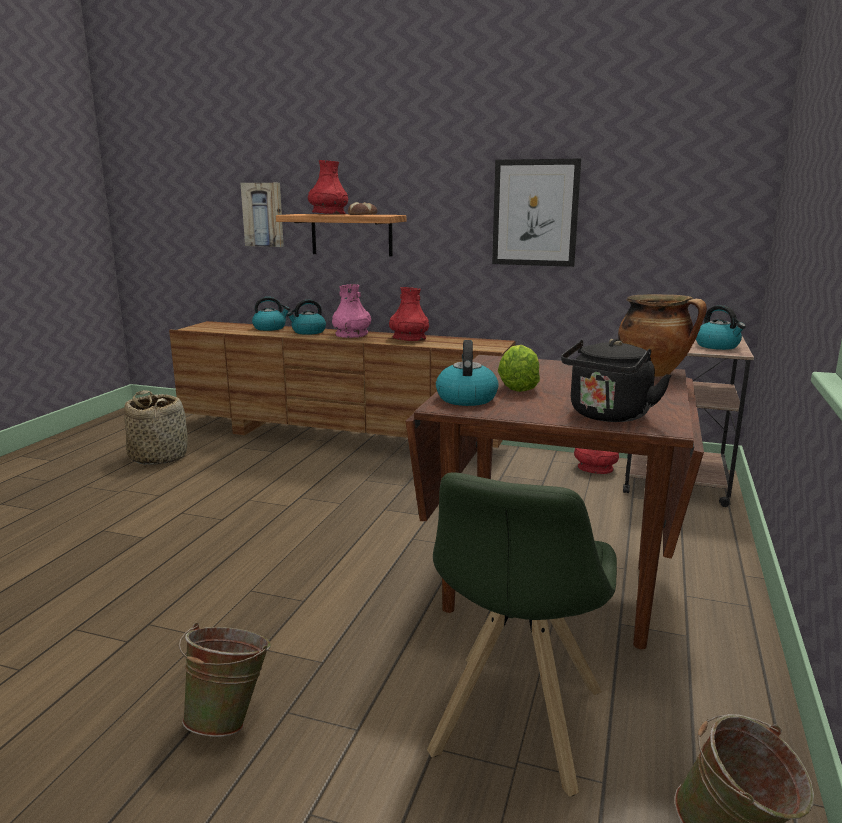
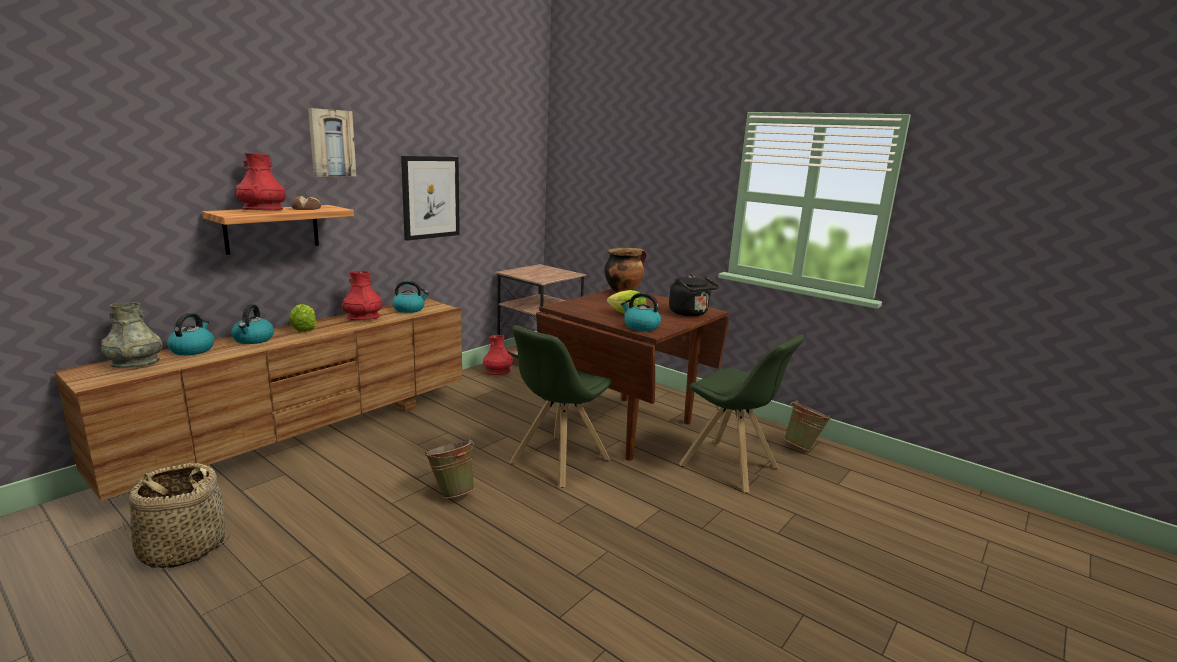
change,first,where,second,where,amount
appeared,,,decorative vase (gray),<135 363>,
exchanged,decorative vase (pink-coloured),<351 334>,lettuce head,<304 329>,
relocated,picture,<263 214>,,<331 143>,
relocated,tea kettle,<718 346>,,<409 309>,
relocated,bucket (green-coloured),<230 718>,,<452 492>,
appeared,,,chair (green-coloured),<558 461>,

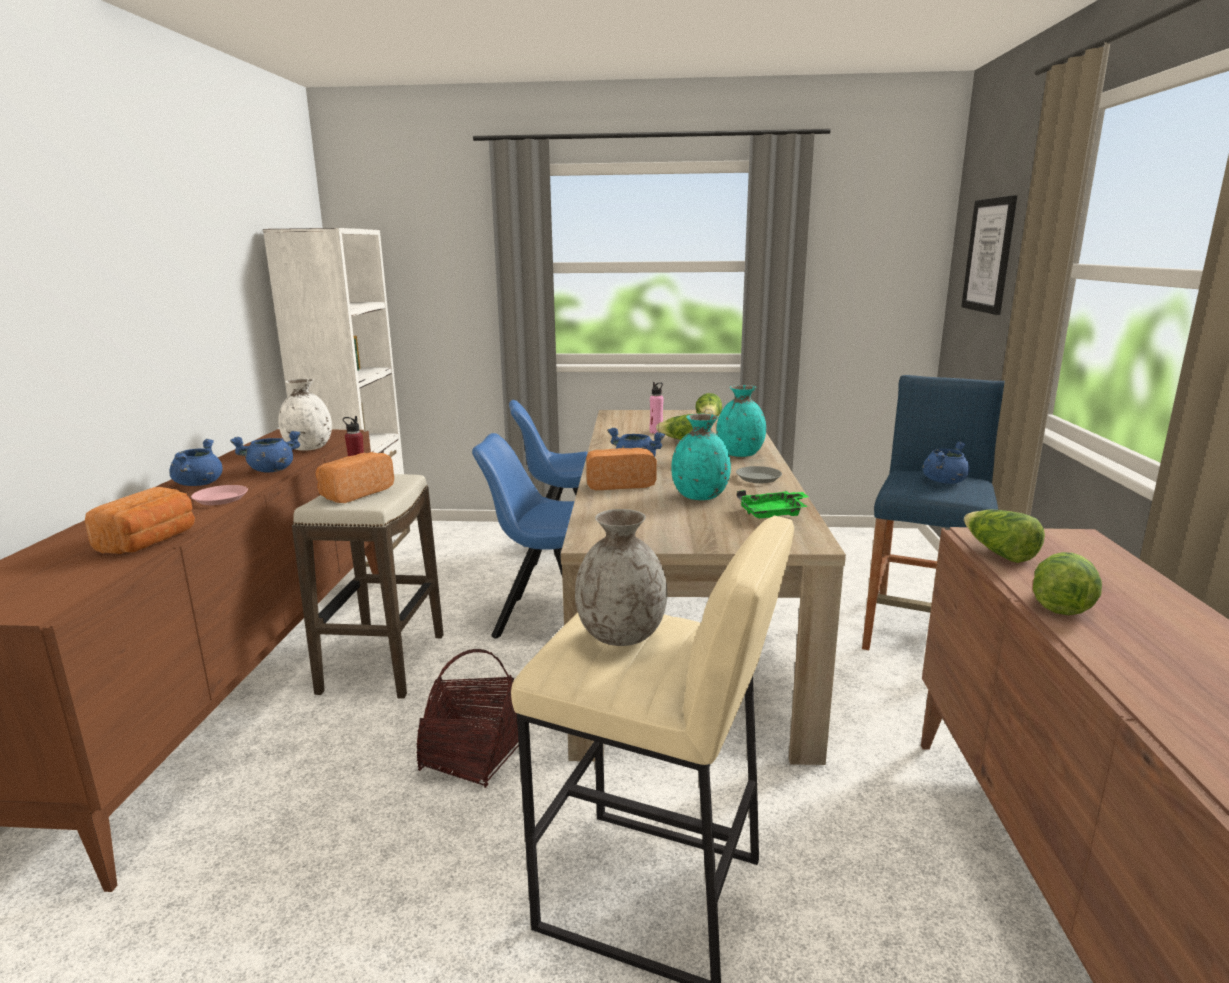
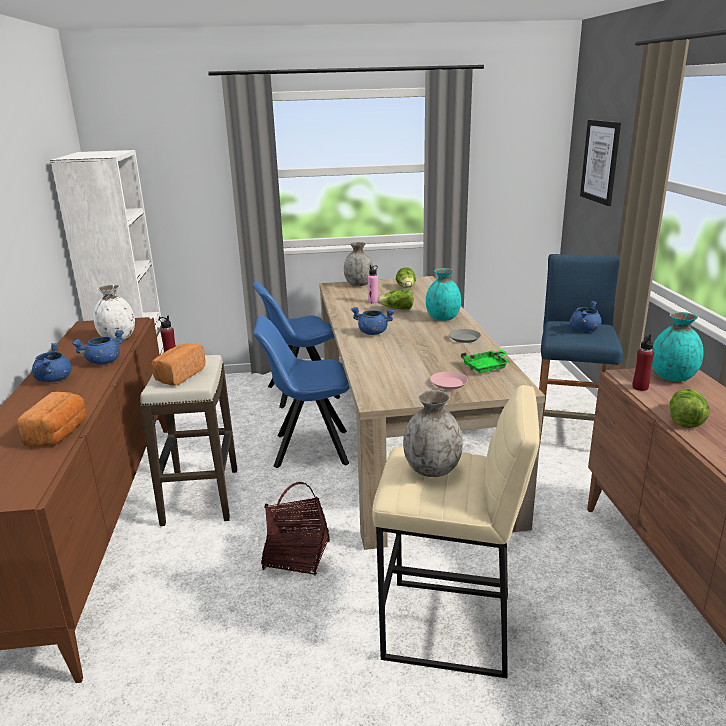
change,first,where,second,where,amount
appeared,,,decorative vase (gray),<358 284>,
relocated,plate (pink-coloured),<221 499>,,<449 383>,
exchanged,lettuce head,<998 553>,drink bottle (reddish),<640 387>,
relocated,decorative vase (turquoise),<700 496>,,<672 377>,
missing,bakery bread,<619 484>,,,

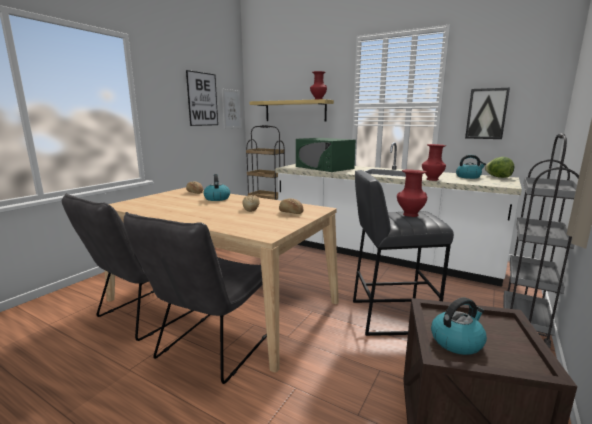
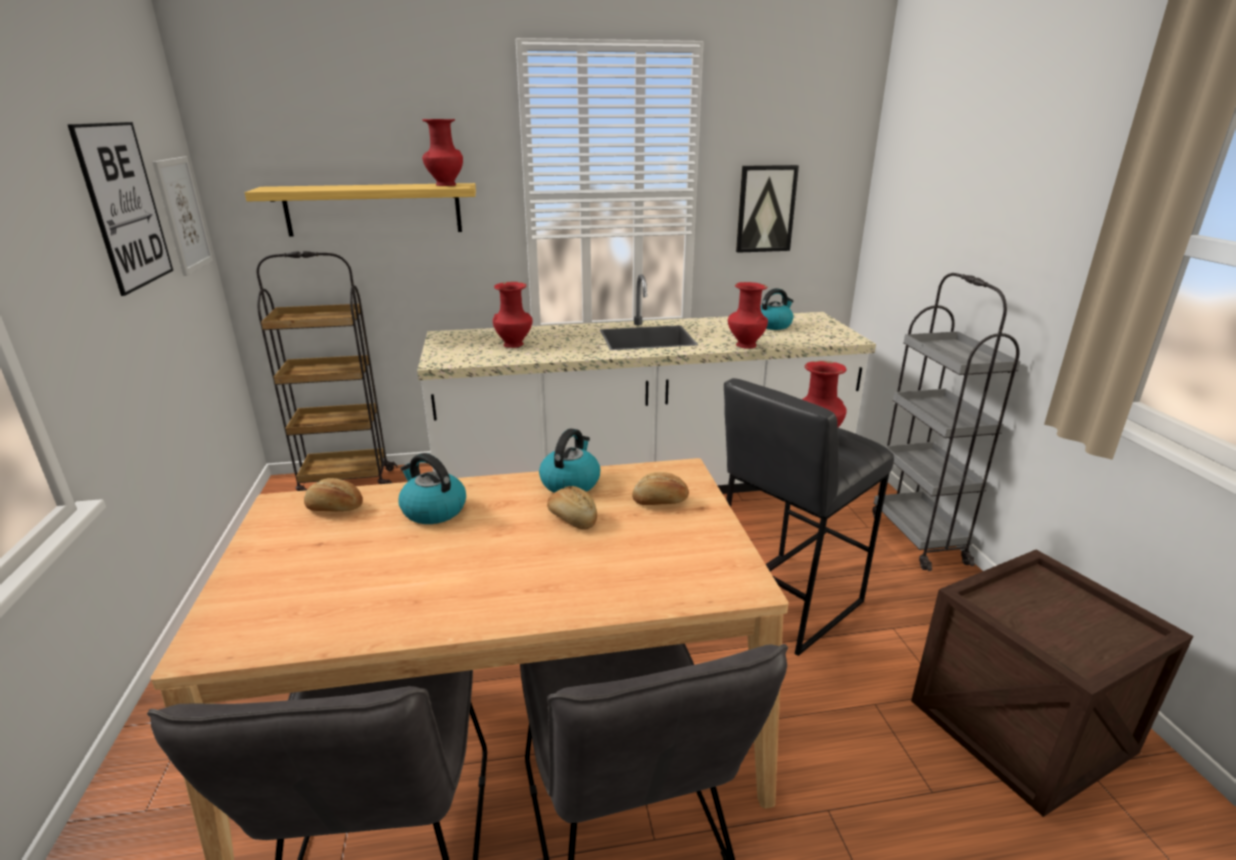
change,first,where,second,where,amount
exchanged,microwave (green-coloured),<324 167>,decorative vase (reddish),<514 345>,
relocated,tea kettle,<457 341>,,<570 482>,
missing,lettuce head,<498 177>,,,

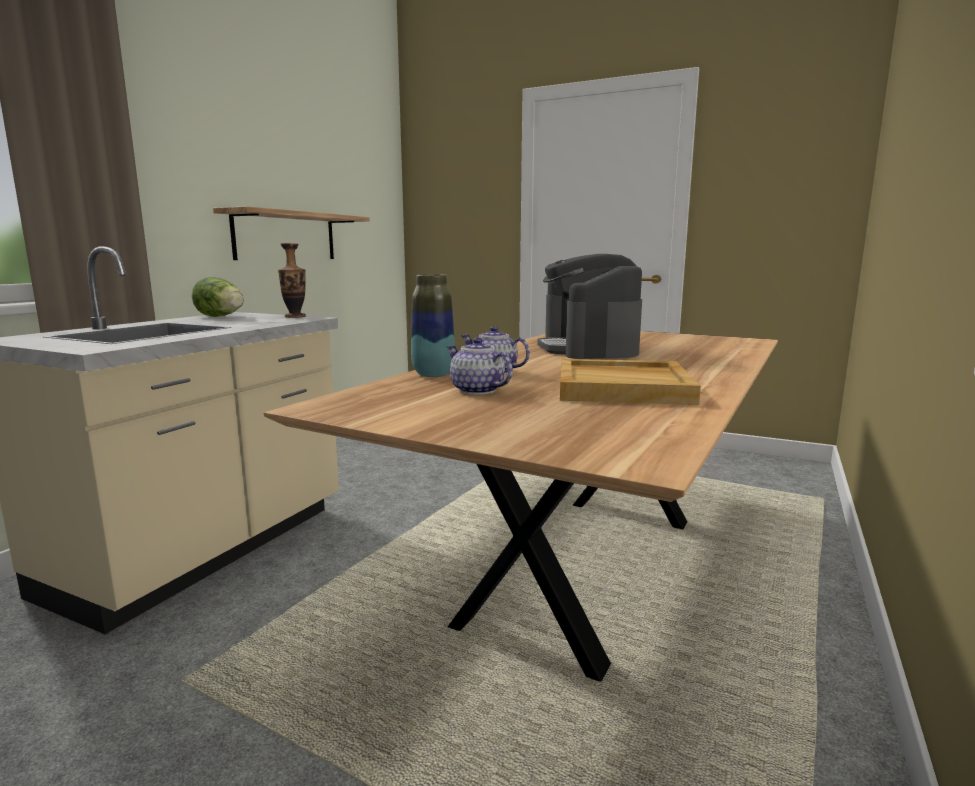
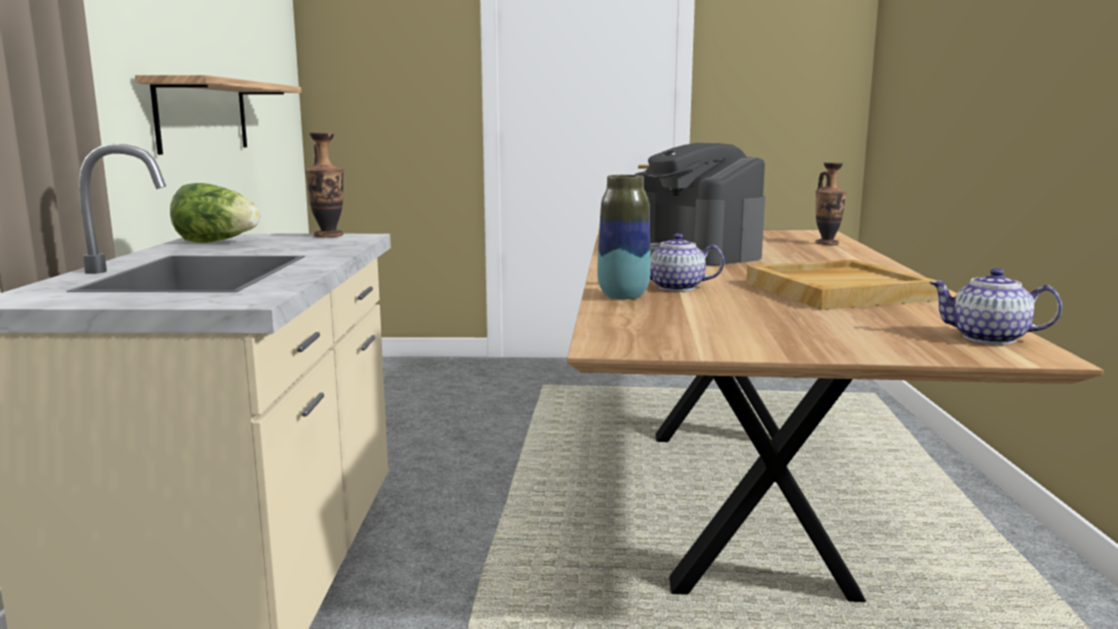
change,first,where,second,where,amount
appeared,,,decorative vase,<827 243>,
relocated,tea pot,<477 390>,,<989 338>,

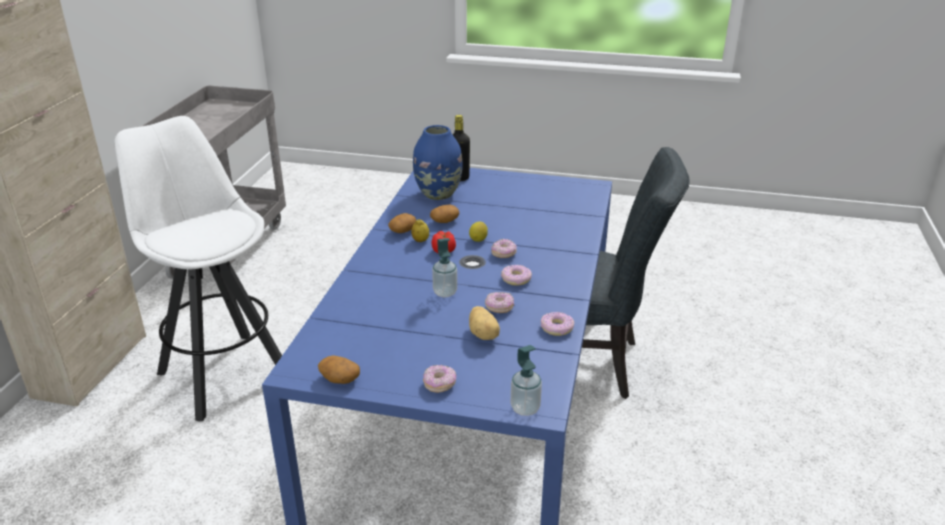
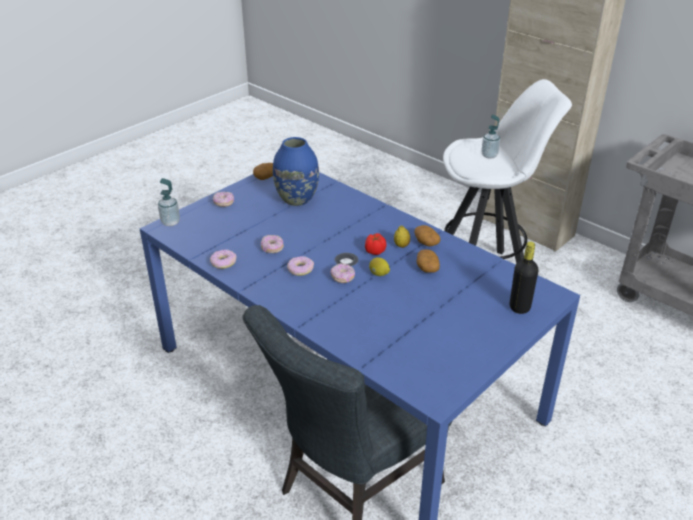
change,first,where,second,where,amount
relocated,decorative vase (bluish),<438 194>,,<296 199>,
relocated,soap bottle,<445 292>,,<489 155>,
missing,potato,<484 334>,,,

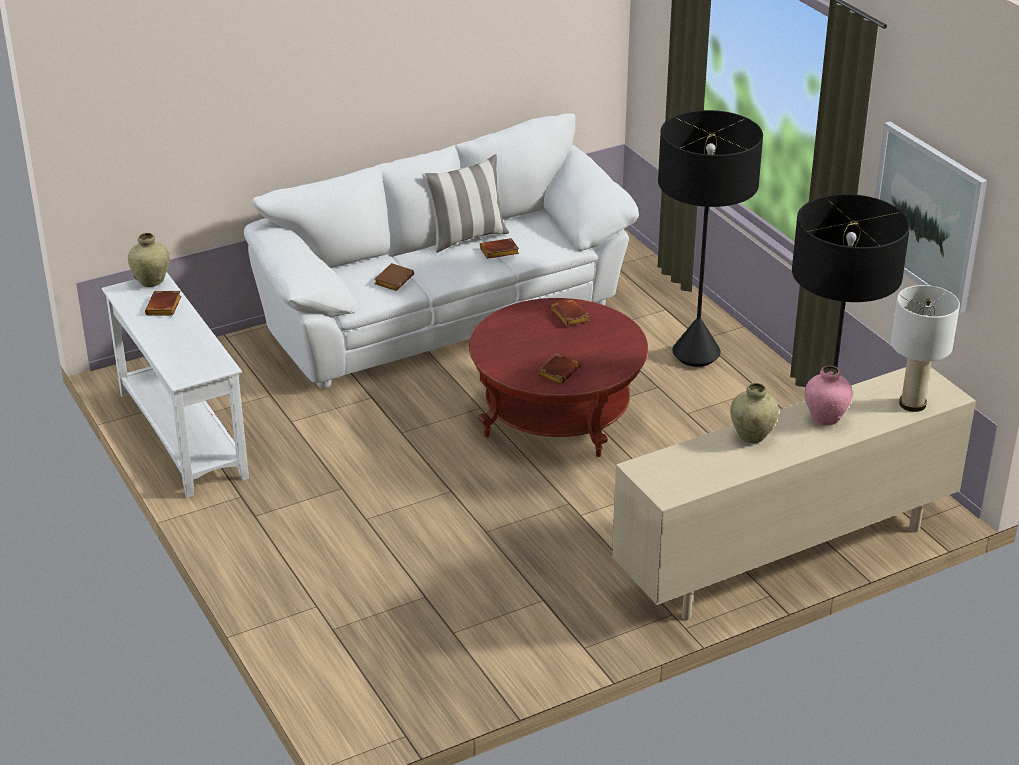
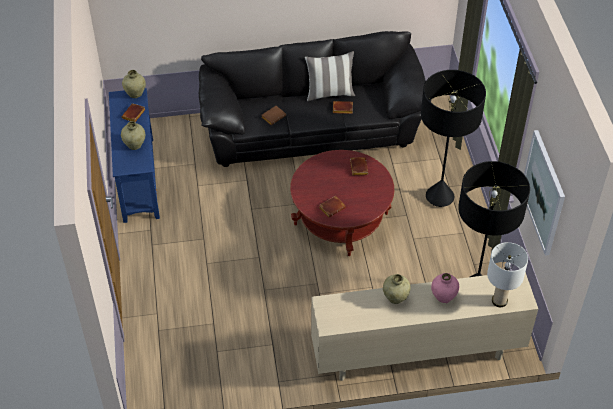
change,first,where,second,where,amount
colour,hall table (white-coloured),<181 435>,hall table (bluish),<138 179>,
appeared,,,decorative vase (beige-coloured),<134 145>,
colour,couch (white-coloured),<446 319>,couch (black),<312 133>,

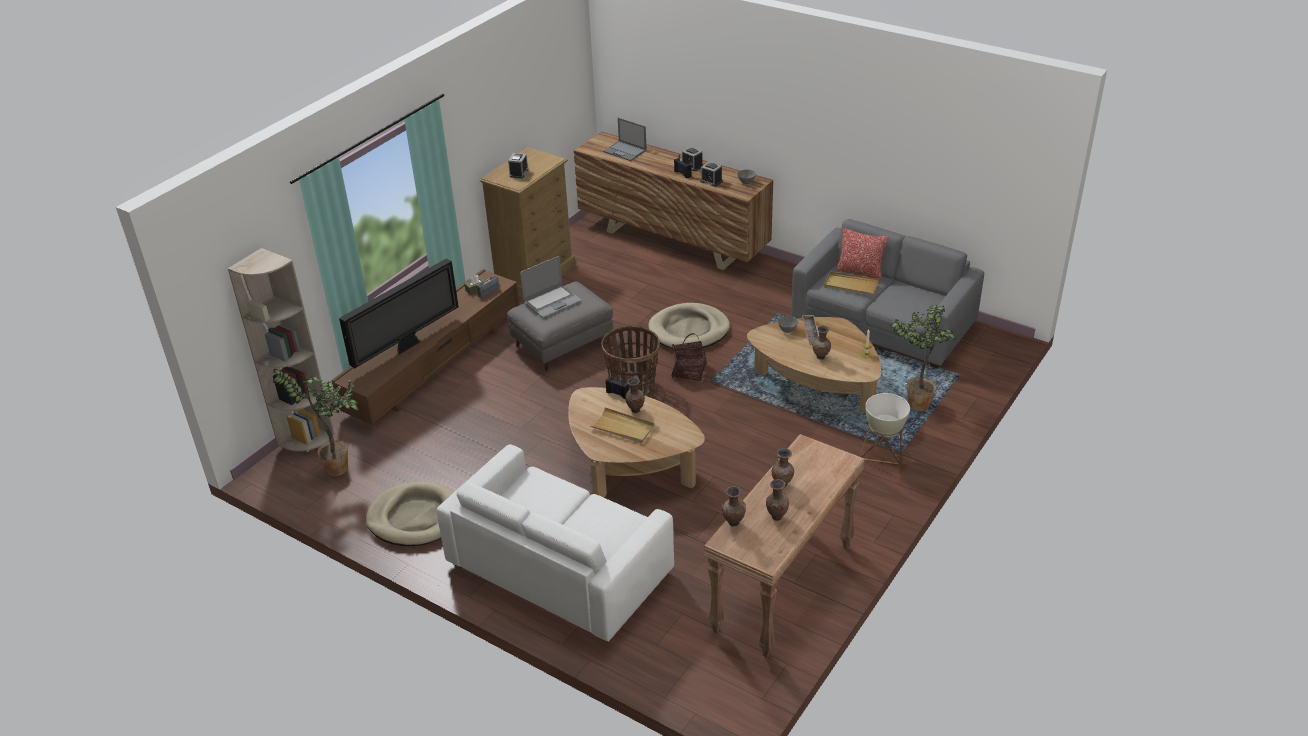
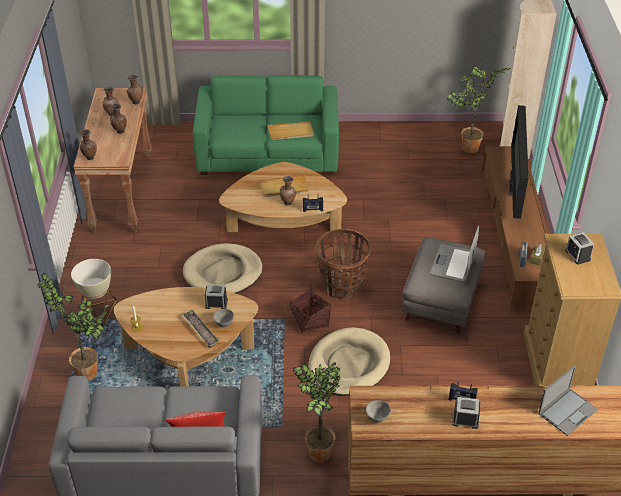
change,first,where,second,where,amount
relocated,decorative vase (brown),<821 357>,,<89 158>,
relocated,dog bed (beige-coloured),<415 517>,,<223 273>,
colour,couch (white-coloured),<561 567>,couch (green-coloured),<268 153>,
relocated,bedside clock,<711 181>,,<216 303>,
relocated,serving tray (beige-coloured),<850 285>,,<291 132>,
appeared,,,houseplant,<319 450>,
spun,portable computer,<625 151>,,<568 411>,135 degrees clockwise

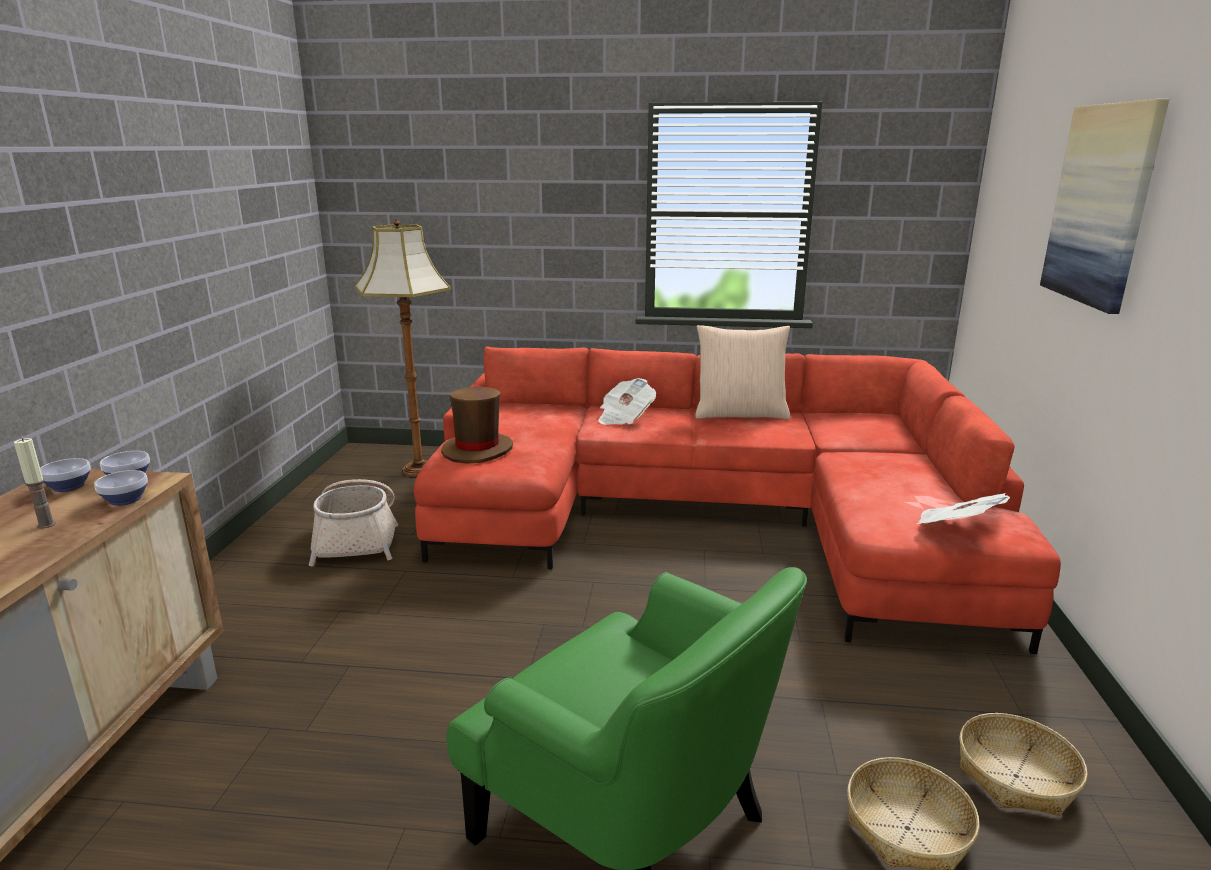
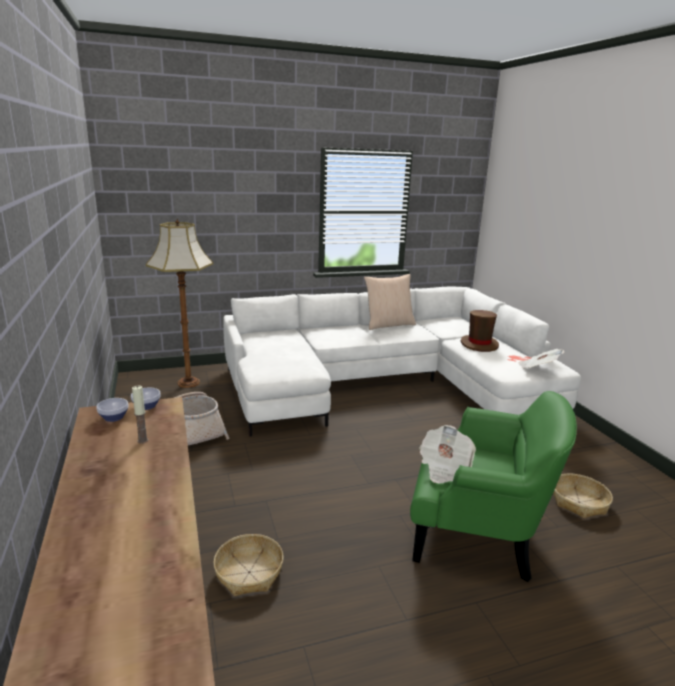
change,first,where,second,where,amount
relocated,basket,<1016 777>,,<249 572>,
colour,couch (reddish),<715 517>,couch (white-coloured),<386 384>,
relocated,newspaper,<624 417>,,<444 468>,
relocated,hat (brown),<478 450>,,<479 344>,
missing,deep dish,<127 500>,,,
missing,picture,<1101 205>,,,

